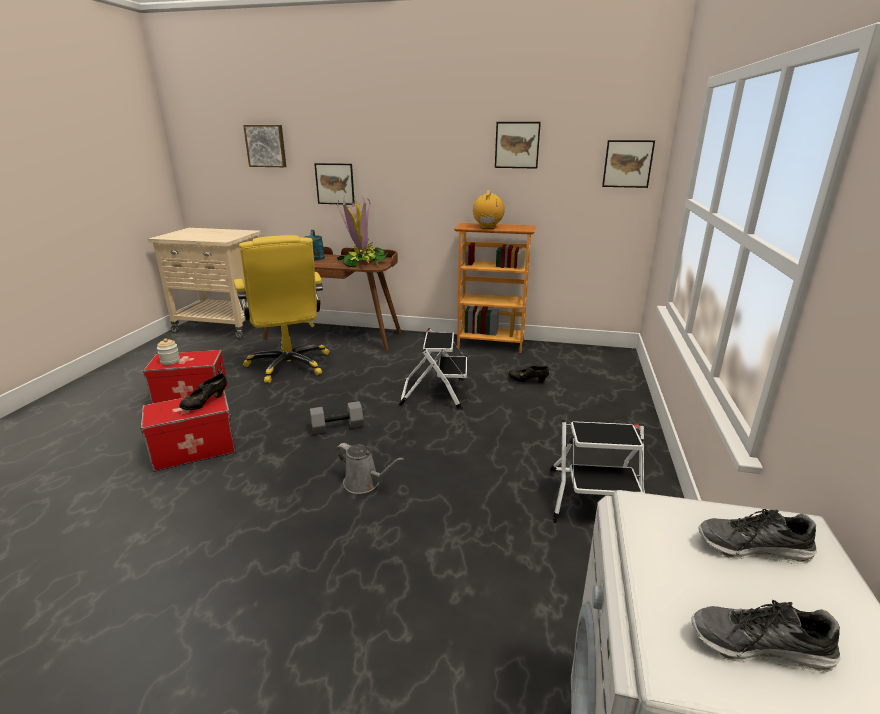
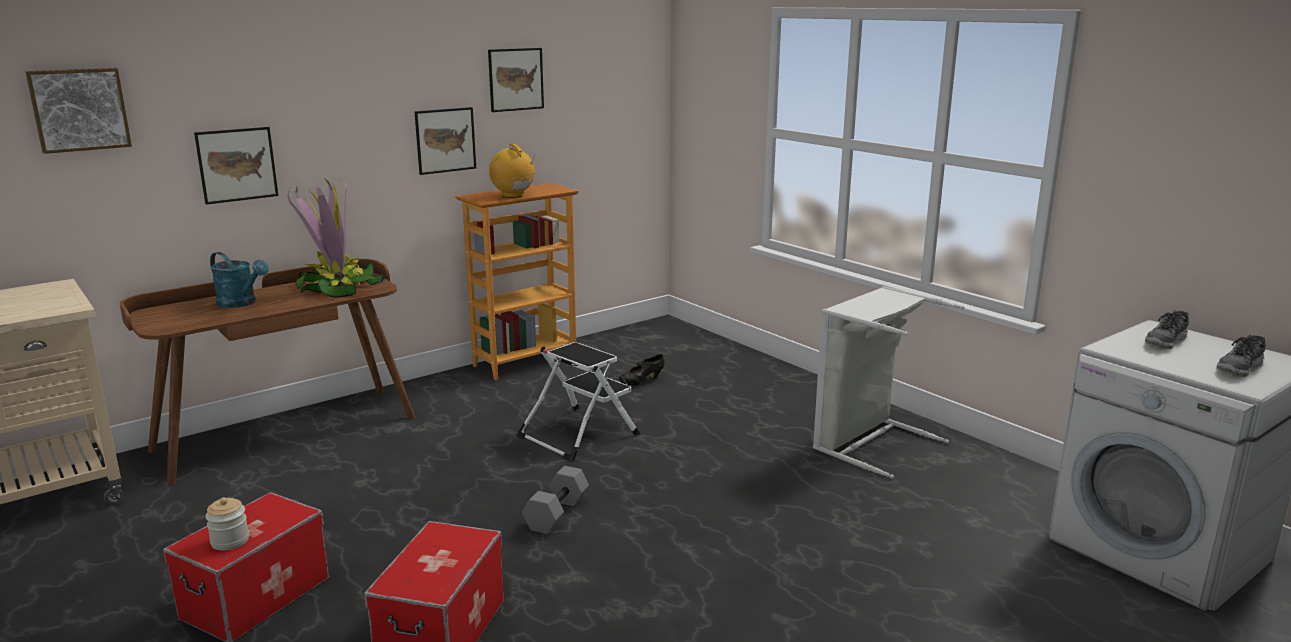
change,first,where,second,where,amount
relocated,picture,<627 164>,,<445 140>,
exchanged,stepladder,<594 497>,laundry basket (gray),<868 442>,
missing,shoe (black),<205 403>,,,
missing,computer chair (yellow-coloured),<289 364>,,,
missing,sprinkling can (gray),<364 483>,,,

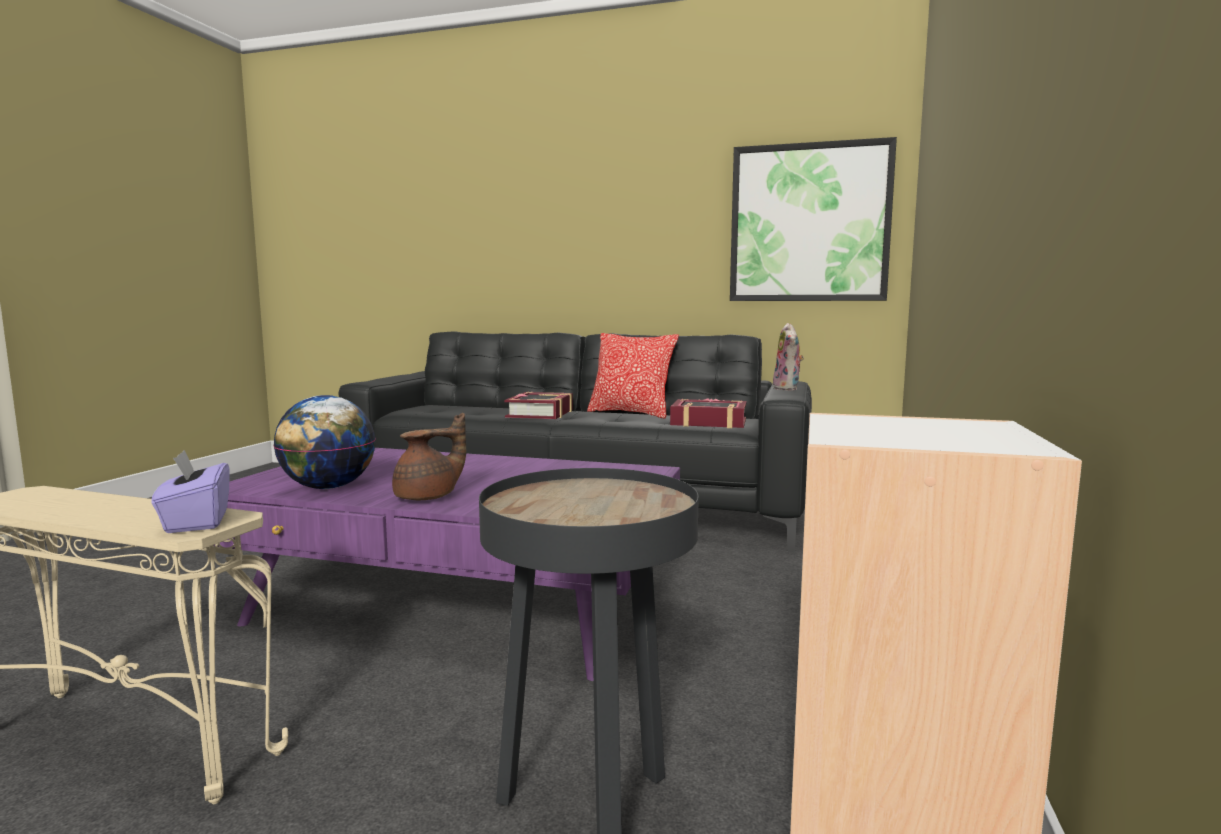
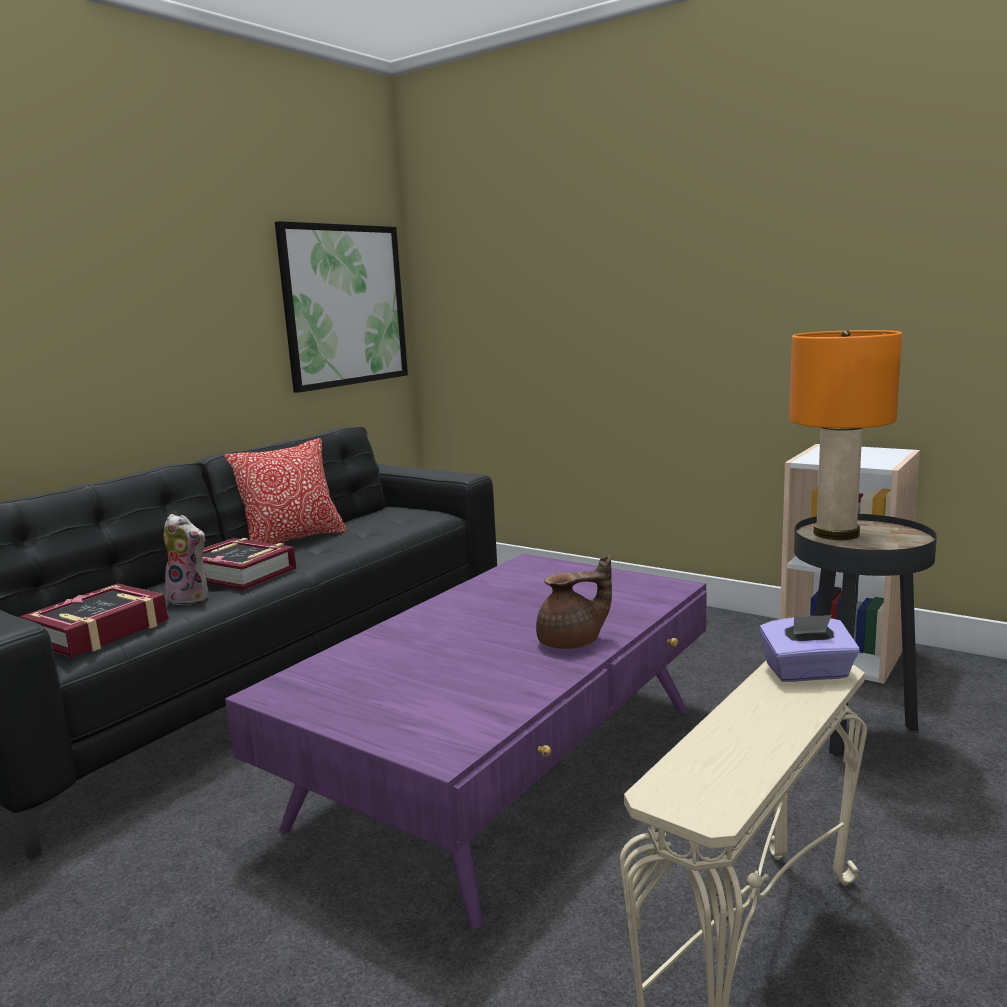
change,first,where,second,where,amount
relocated,volume,<708 422>,,<99 631>,
relocated,cuddly toy,<788 388>,,<192 598>,
spun,tea pot (brown),<429 497>,,<572 642>,90 degrees clockwise
appeared,,,lamp for a table (orange-coloured),<837 534>,
missing,desk globe,<328 487>,,,

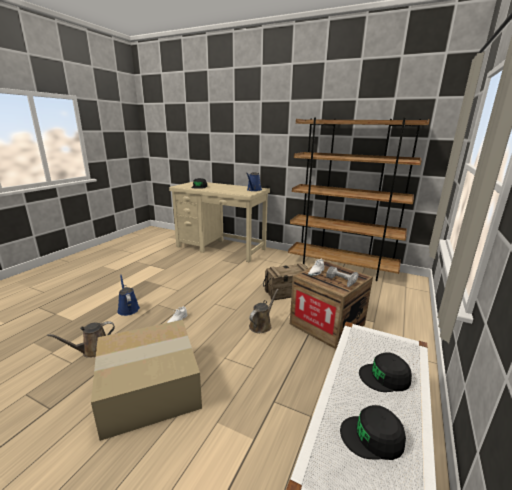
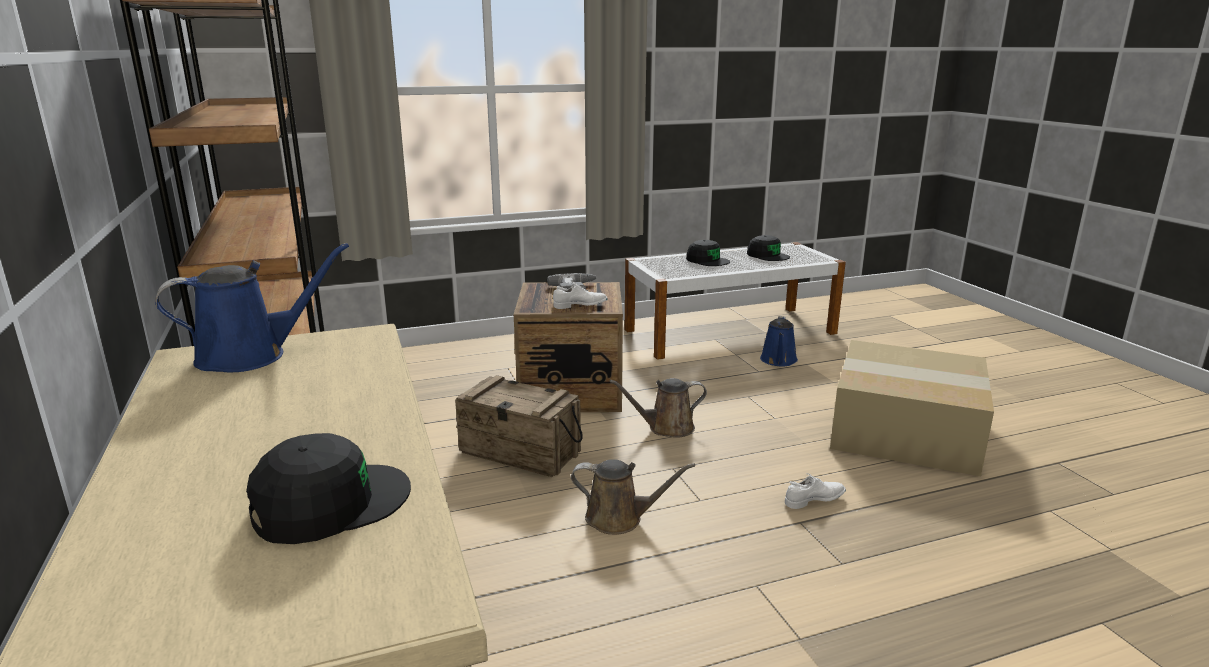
change,first,where,second,where,amount
relocated,sprinkling can (brown),<93 350>,,<619 518>,
relocated,sprinkling can (bluish),<128 308>,,<778 361>,

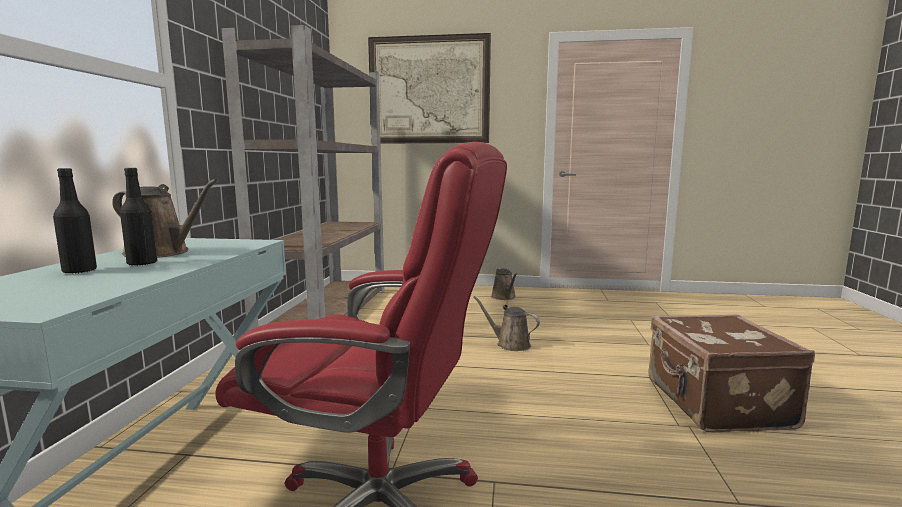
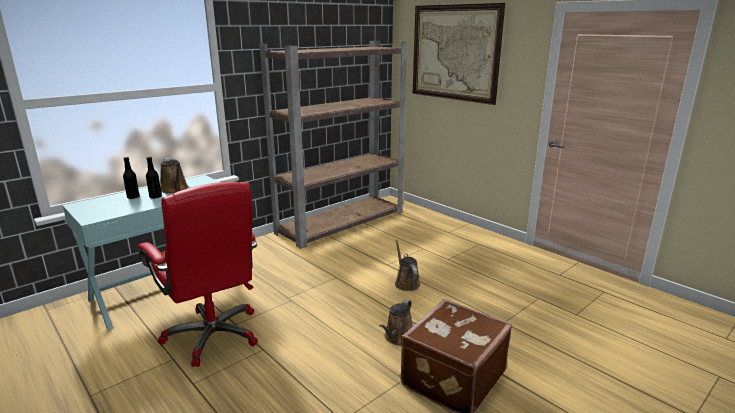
change,first,where,second,where,amount
relocated,sprinkling can (brown),<504 297>,,<398 338>,

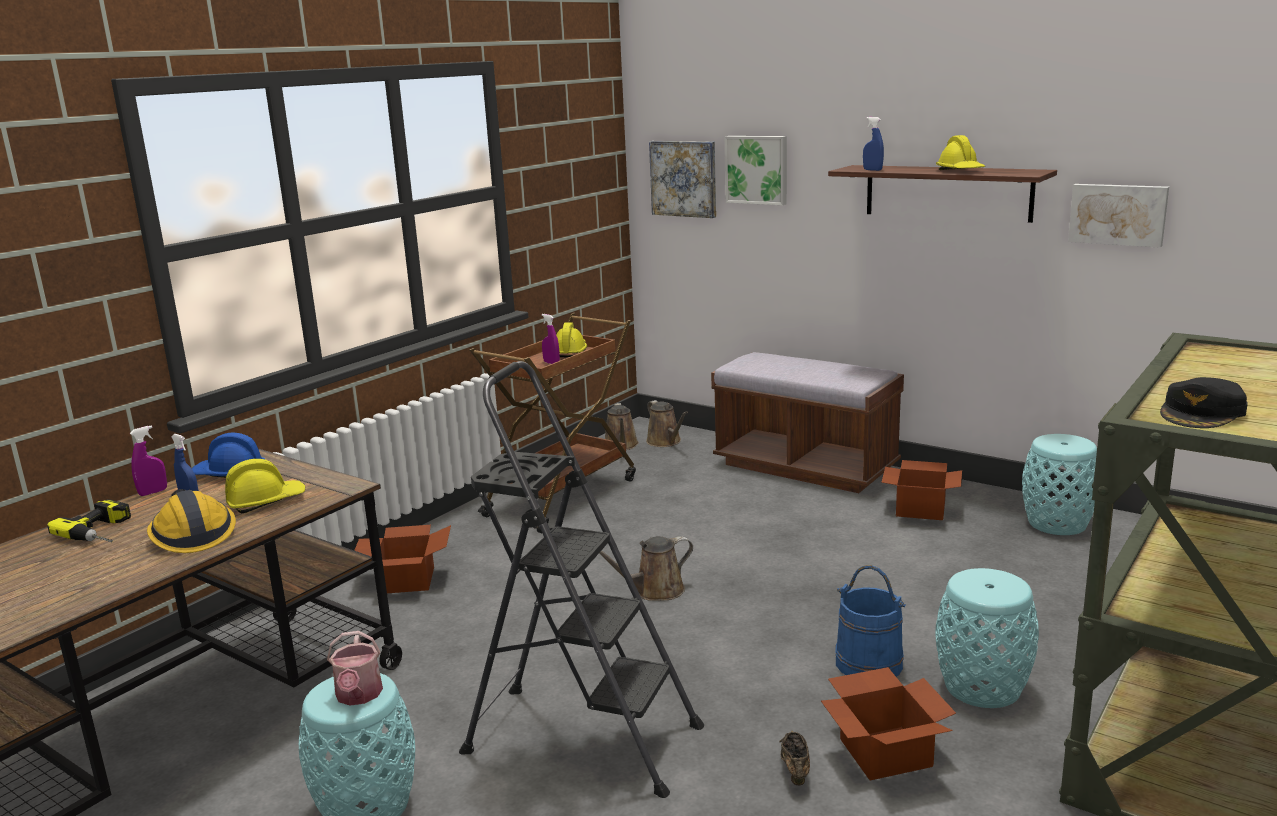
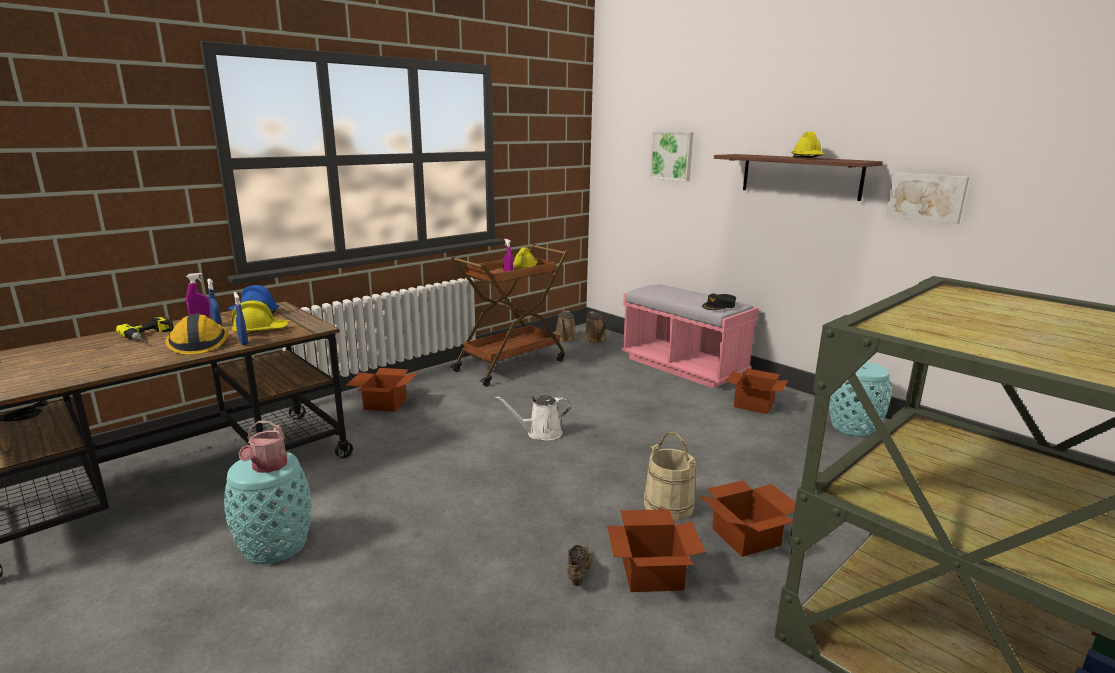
change,first,where,second,where,amount
relocated,hand sprayer (bluish),<872 170>,,<243 342>,
colour,sprinkling can (brown),<655 591>,sprinkling can (white-coloured),<540 433>,
colour,long seat (brown),<805 467>,long seat (pink-coloured),<683 367>,
colour,bucket (bluish),<869 663>,bucket (beige-coloured),<669 505>,
exchanged,sitting stool (turquoise),<982 687>,carton,<748 537>,
relocated,peaked cap (black),<1202 413>,,<719 306>,
missing,stepladder,<579 737>,,,
missing,picture,<684 178>,,,

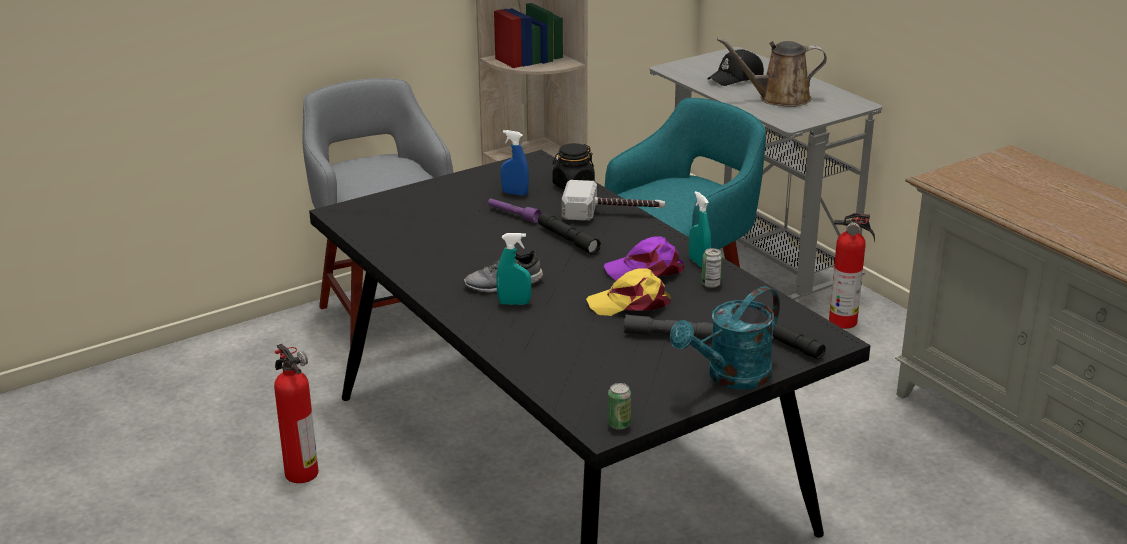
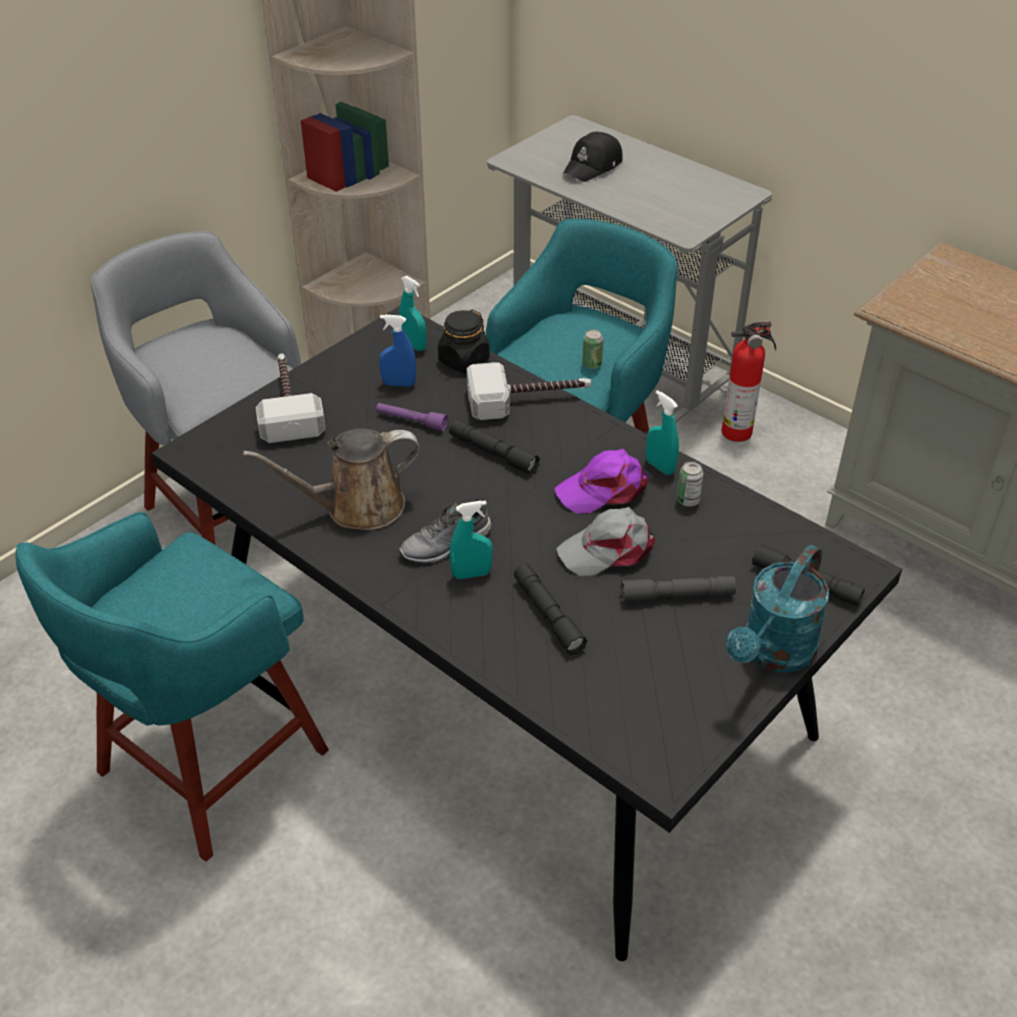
change,first,where,second,where,amount
exchanged,extinguisher,<300 472>,sitting stool (turquoise),<207 766>,
relocated,sprinkling can (brown),<779 98>,,<357 507>,
appeared,,,tool hammer,<288 404>,
appeared,,,hand sprayer (turquoise),<413 345>,
appeared,,,torch (black),<548 615>,
colour,peaked cap (yellow-coloured),<630 303>,peaked cap (gray),<608 549>,
relocated,can,<619 424>,,<592 364>,

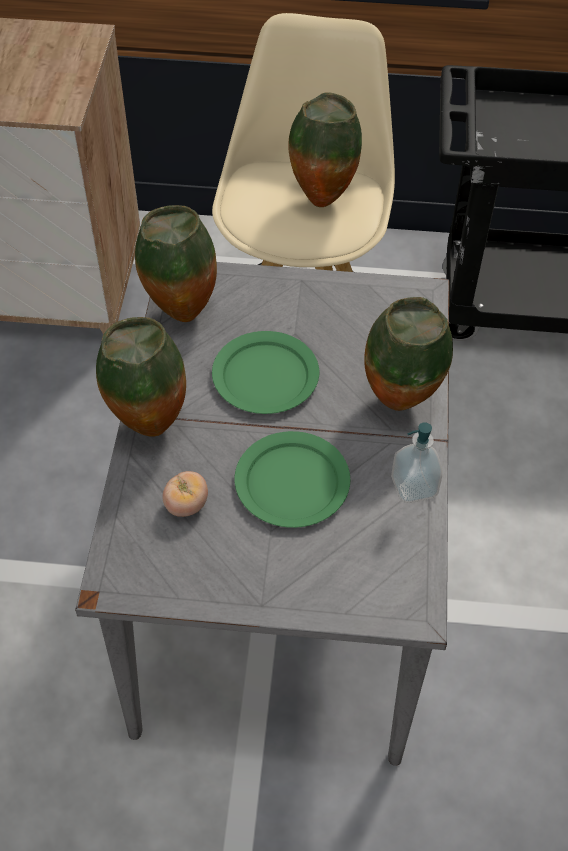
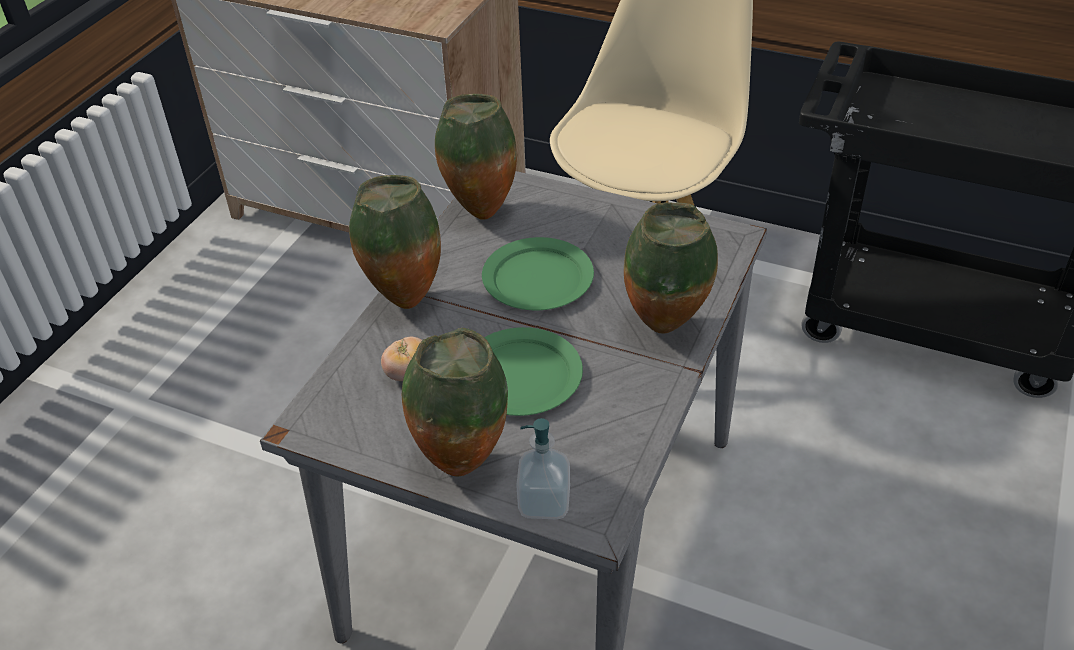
change,first,where,second,where,amount
relocated,decorative vase,<321 198>,,<461 462>,
relocated,soap bottle,<414 486>,,<544 502>,

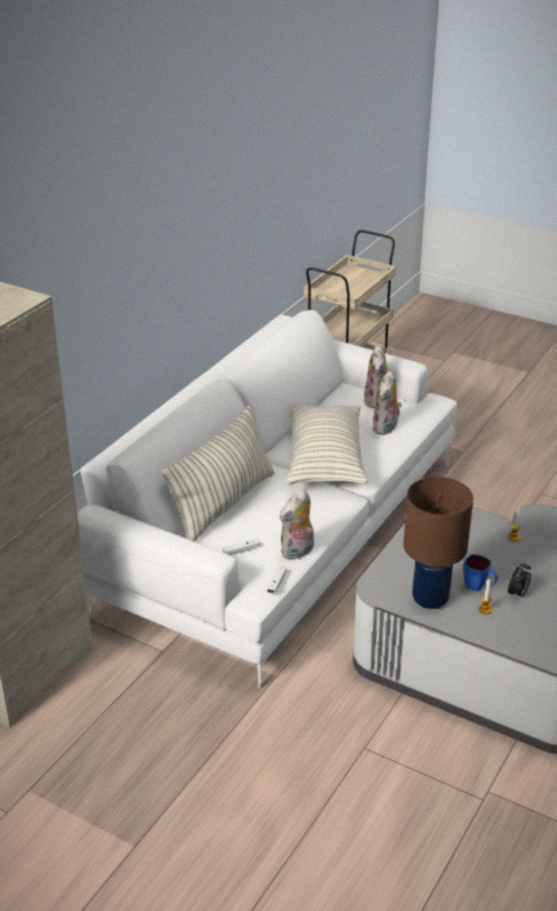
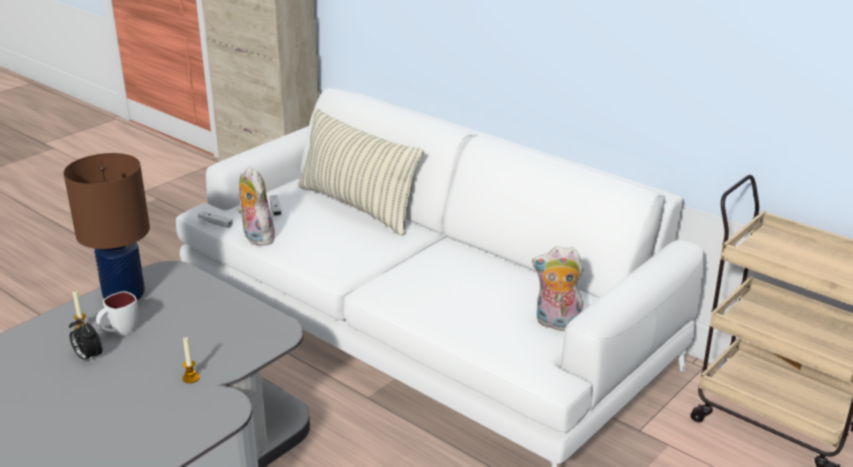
change,first,where,second,where,amount
colour,tea mug (bluish),<479 588>,tea mug (white-coloured),<119 332>,
missing,cushion,<324 460>,,,
missing,cuddly toy,<386 428>,,,

